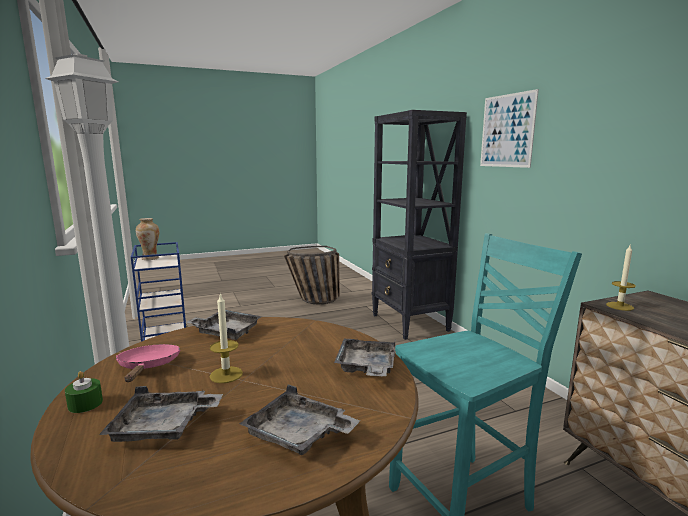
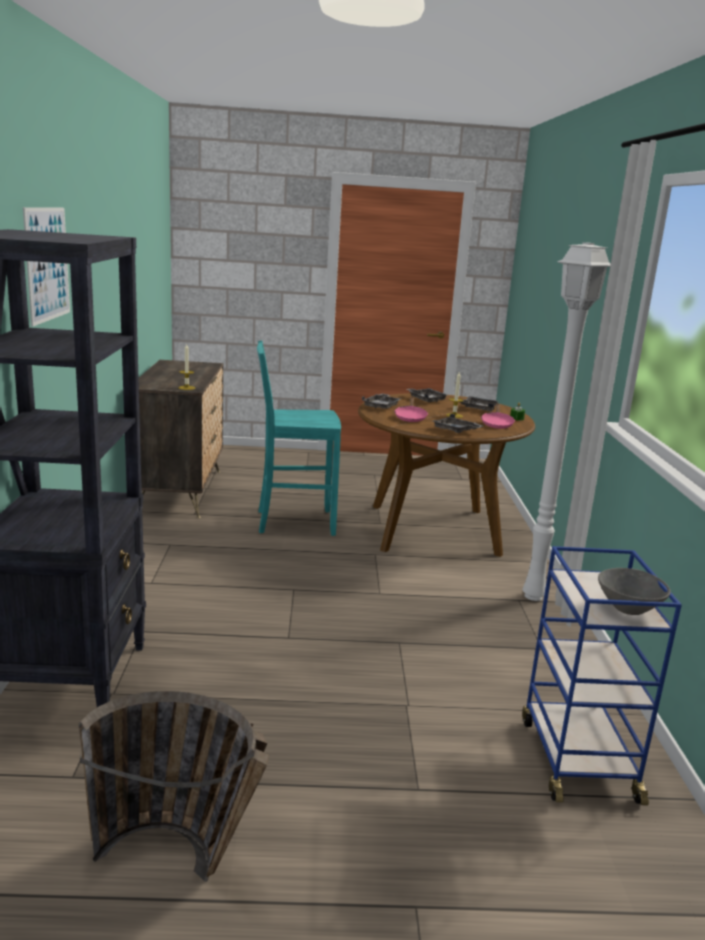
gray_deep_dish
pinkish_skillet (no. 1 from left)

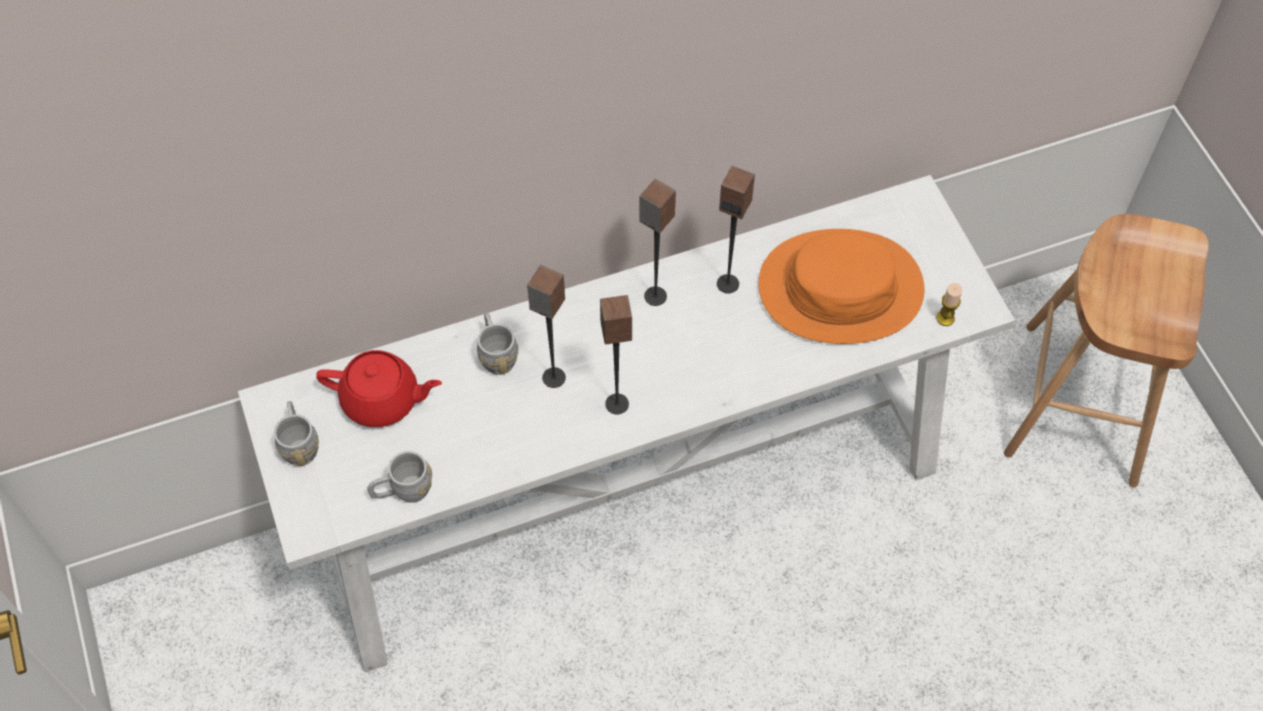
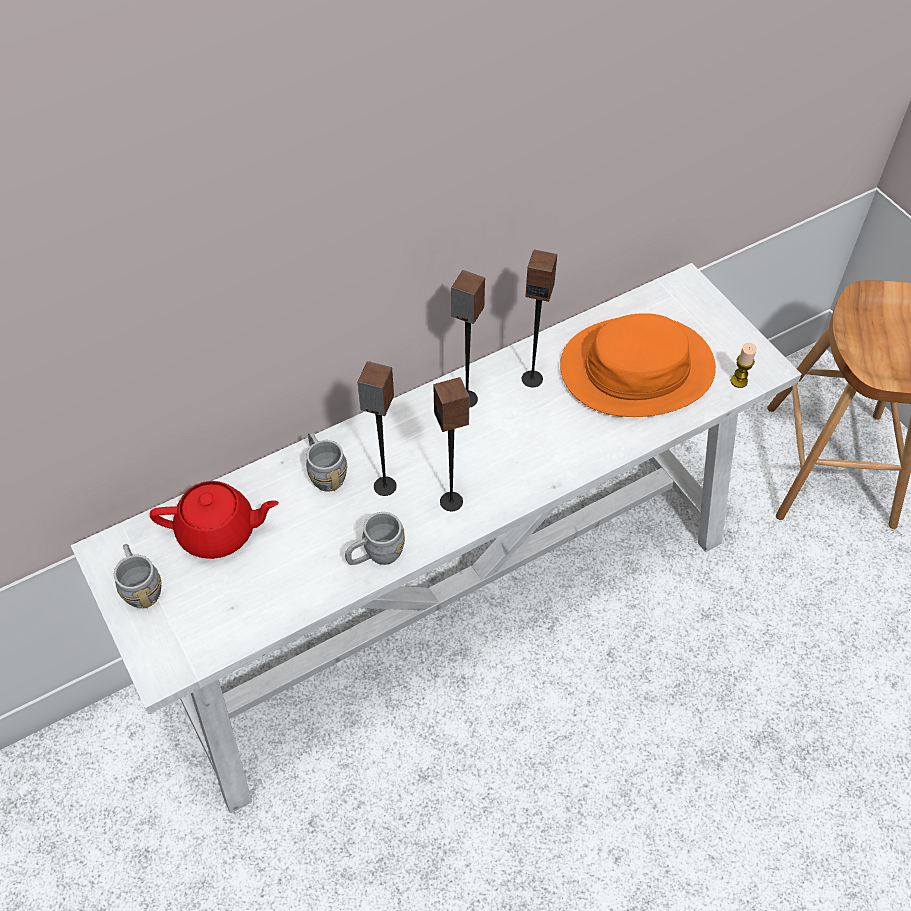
gray_tea_mug (no. 3 from left)

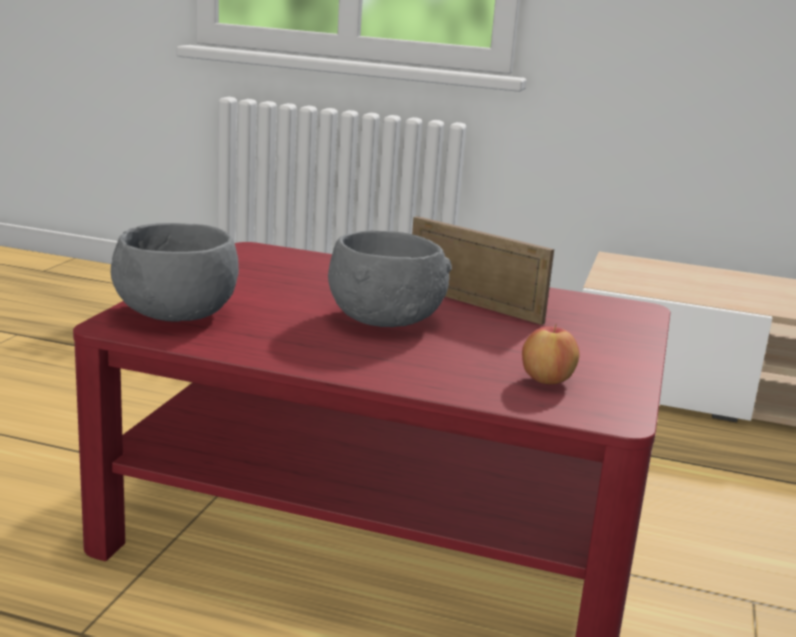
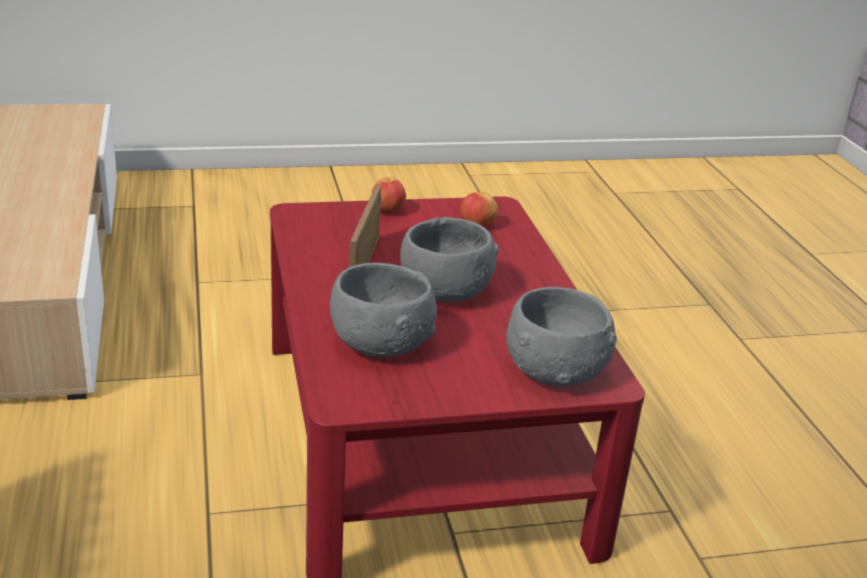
gray_deep_dish (no. 1 from left)
apple_fruit (no. 1 from left)

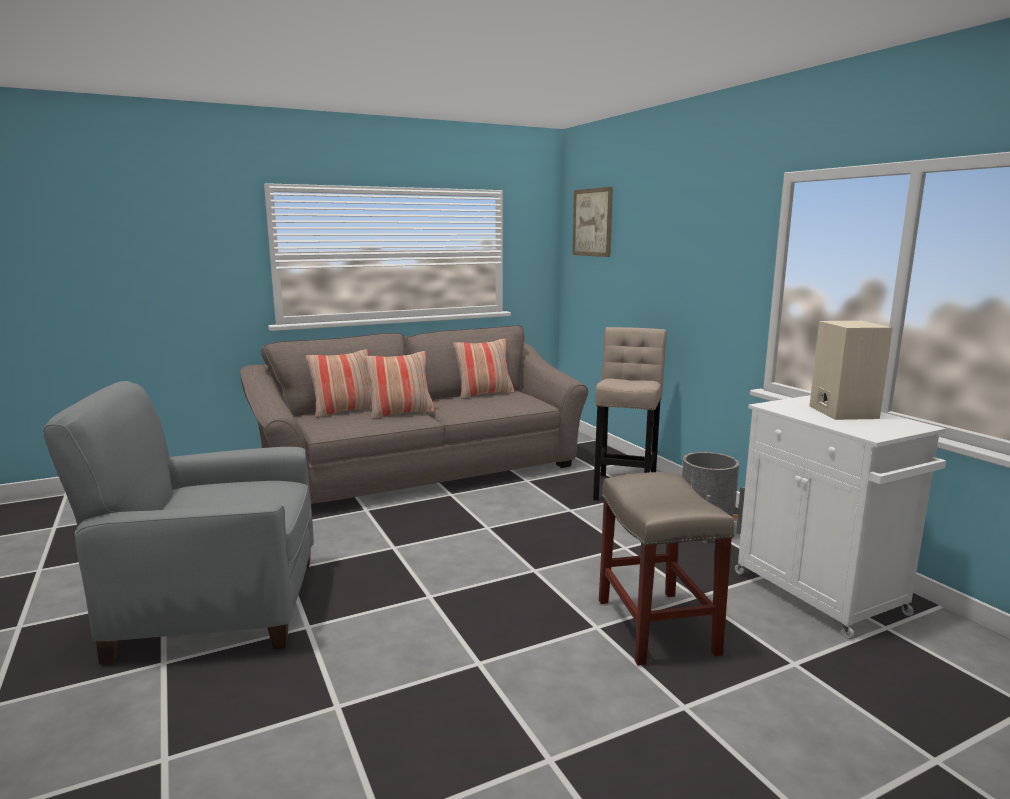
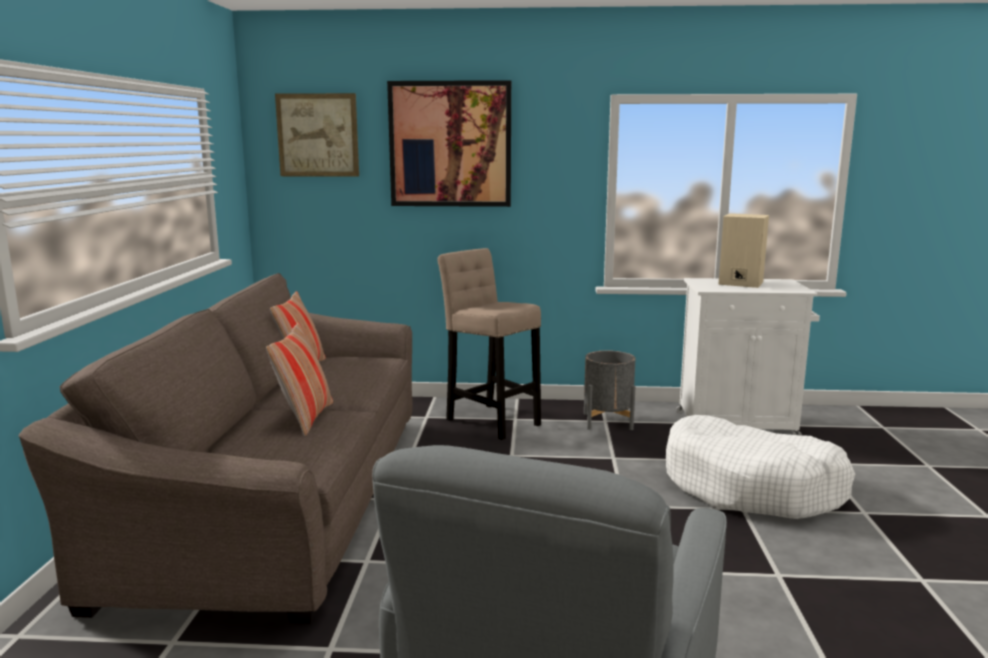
pillow (no. 1 from left in the first image)
white-coloured_pet_bed
wall_art (no. 2 from left)

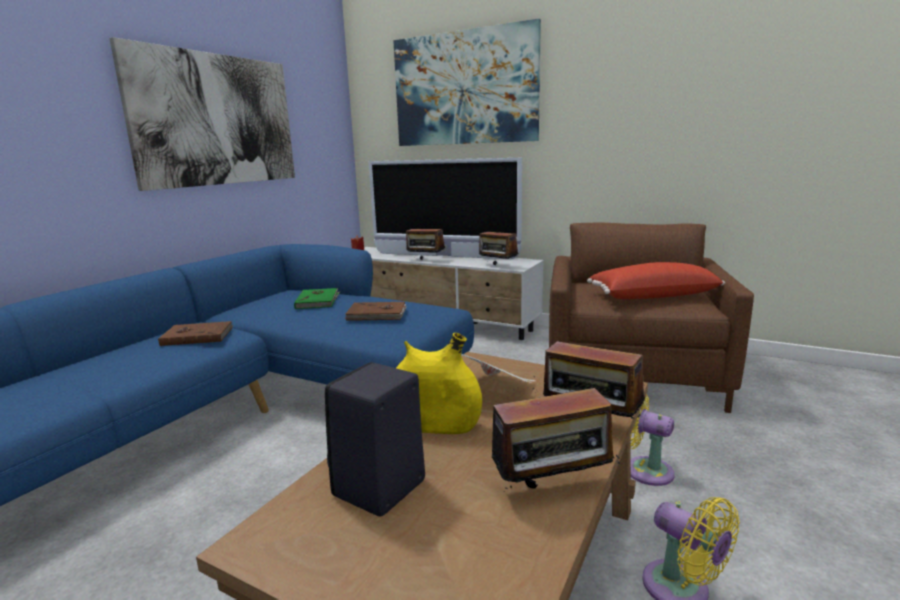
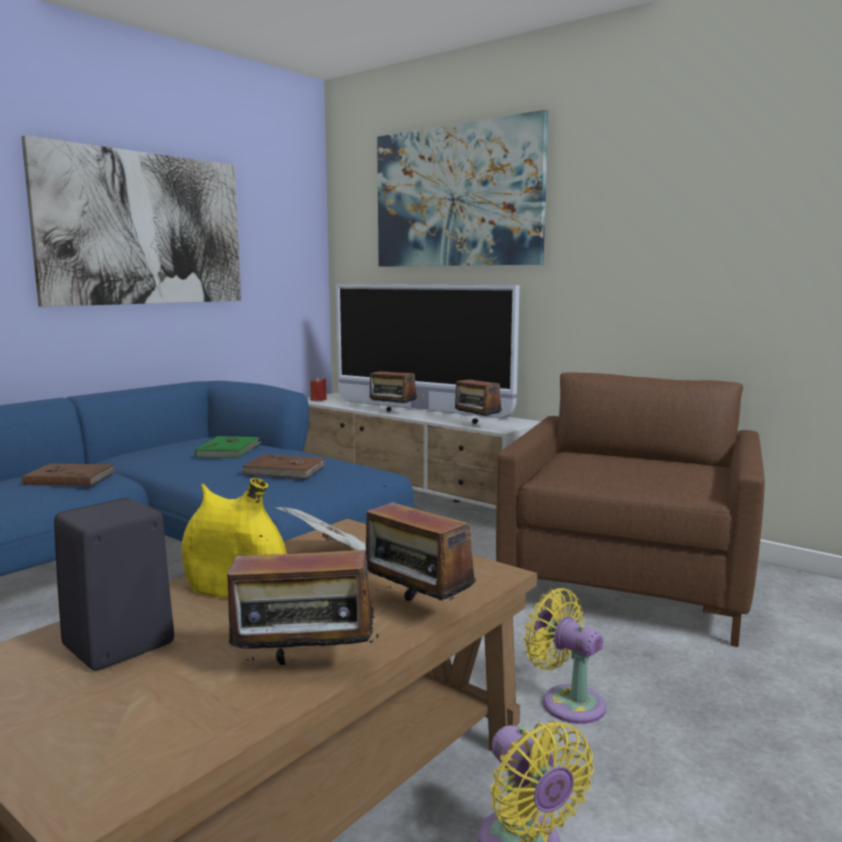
reddish_pillow

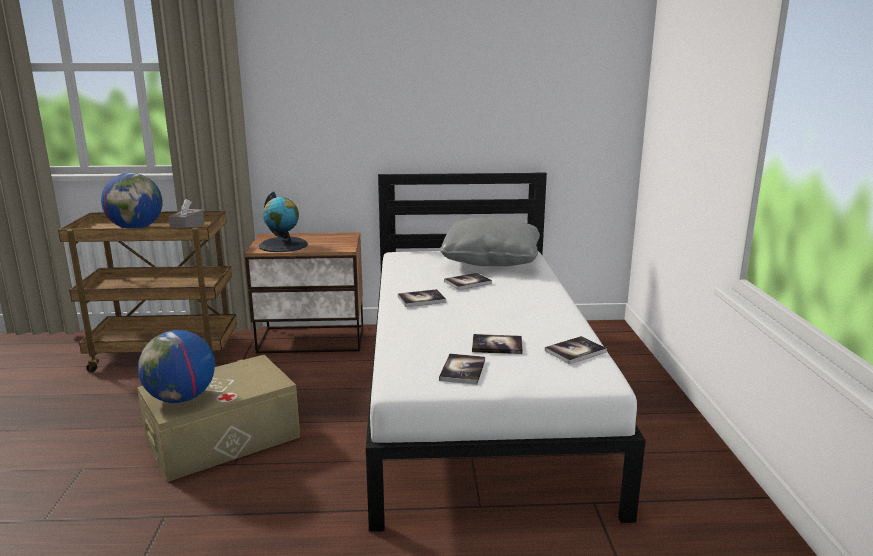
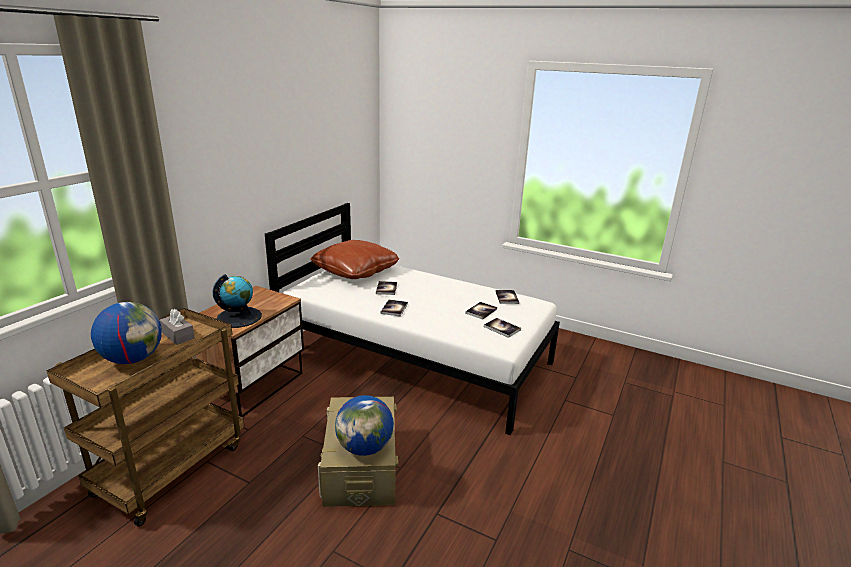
brown_pillow

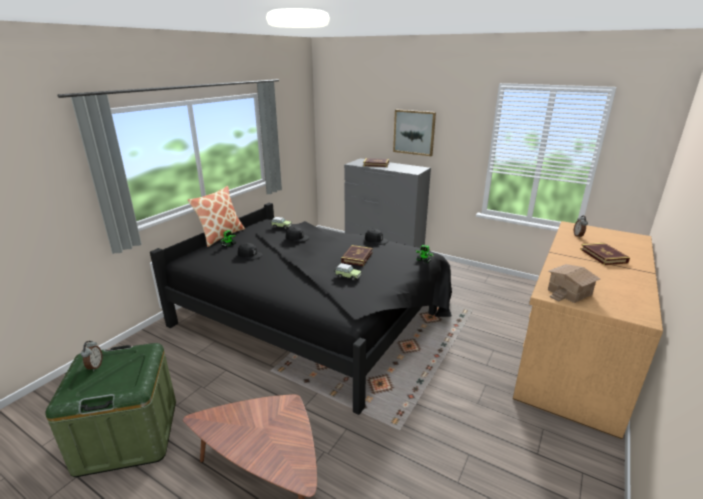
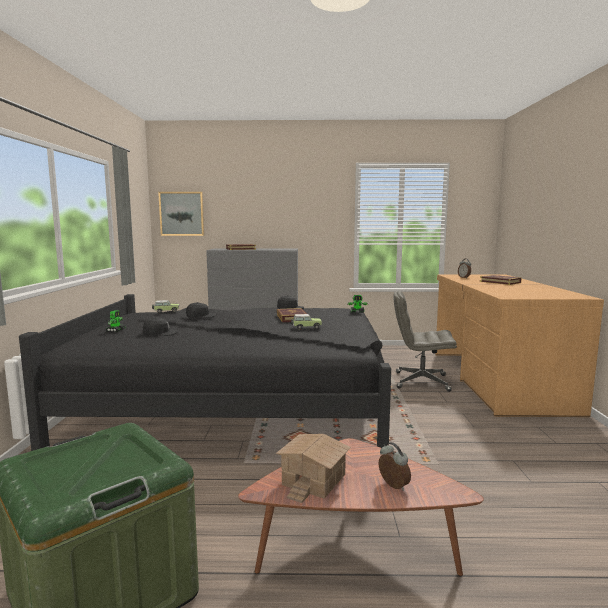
bedside_clock (no. 1 from left)
pillow
wall_art
toy_house
gray_desk_chair

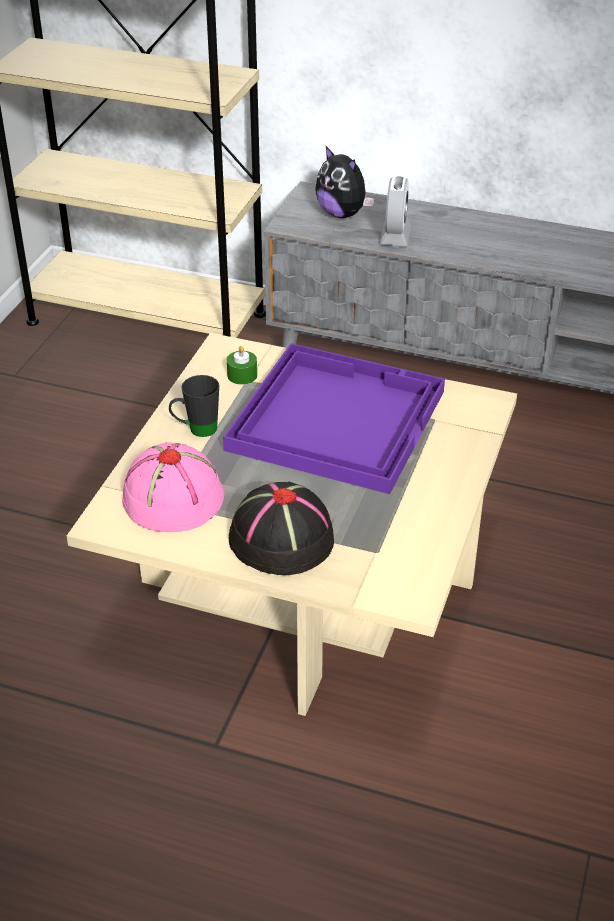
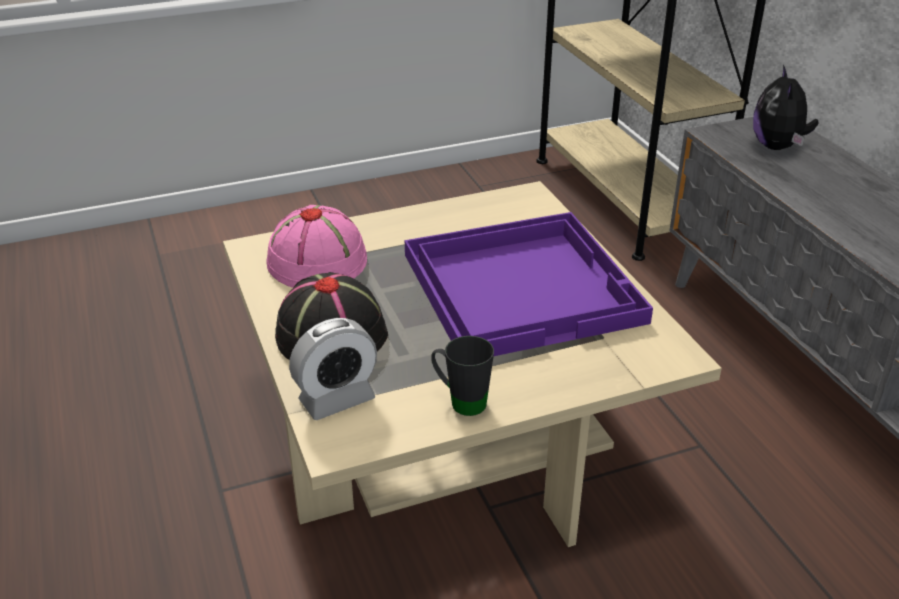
blackish_tea_mug
green-coloured_wax_light
bedside_clock

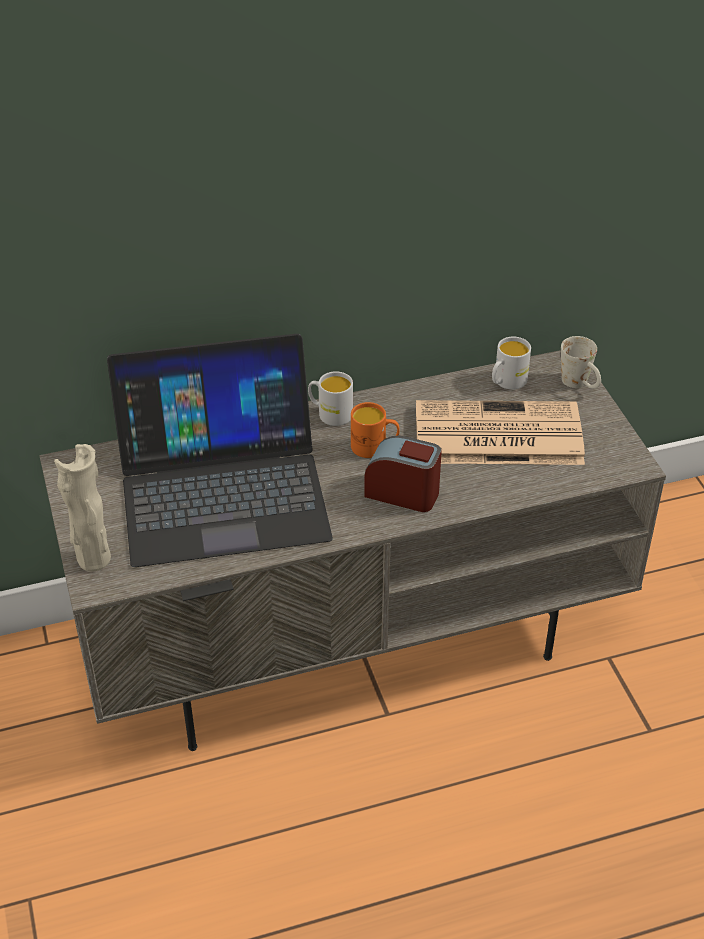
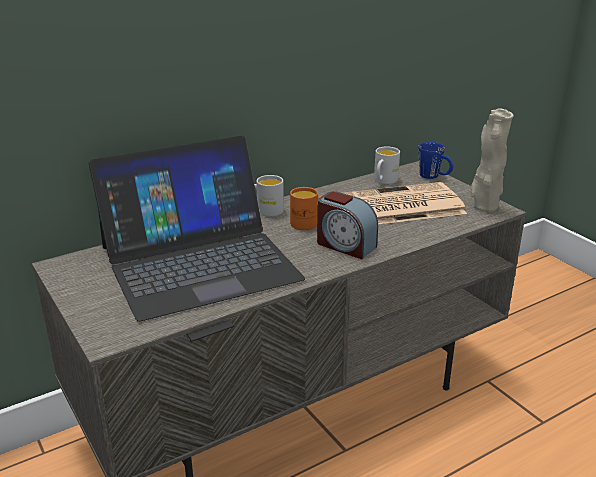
beige_vase
bedside_clock
blue_tea_mug

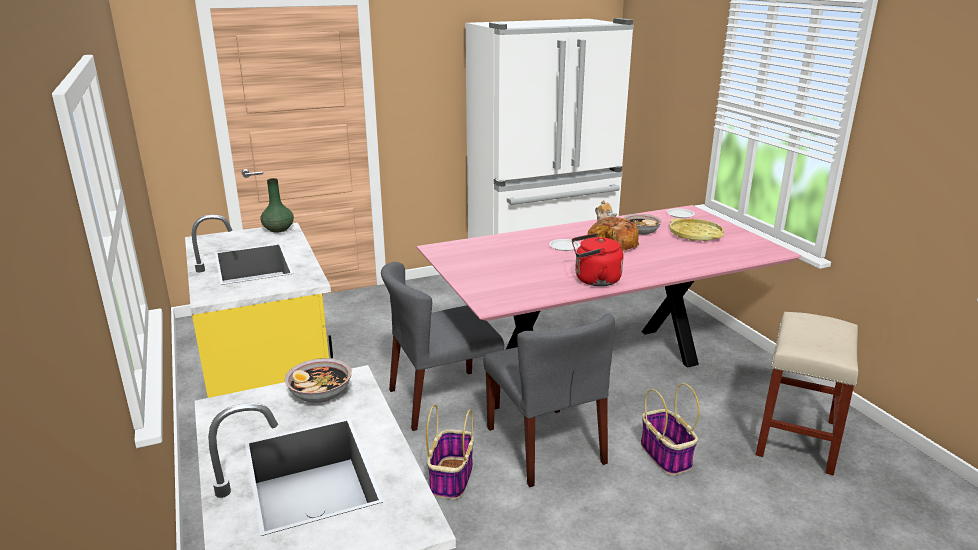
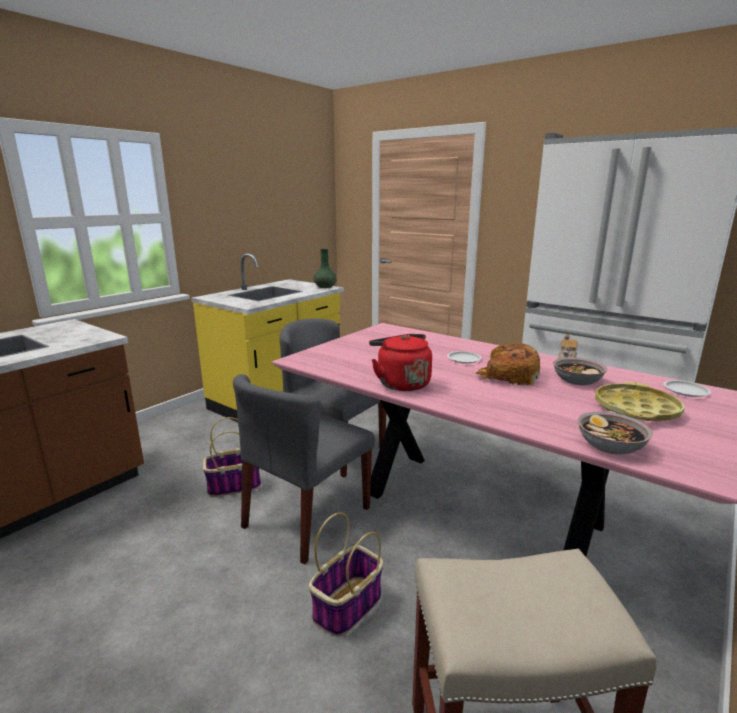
deep_dish (no. 2 from left)

